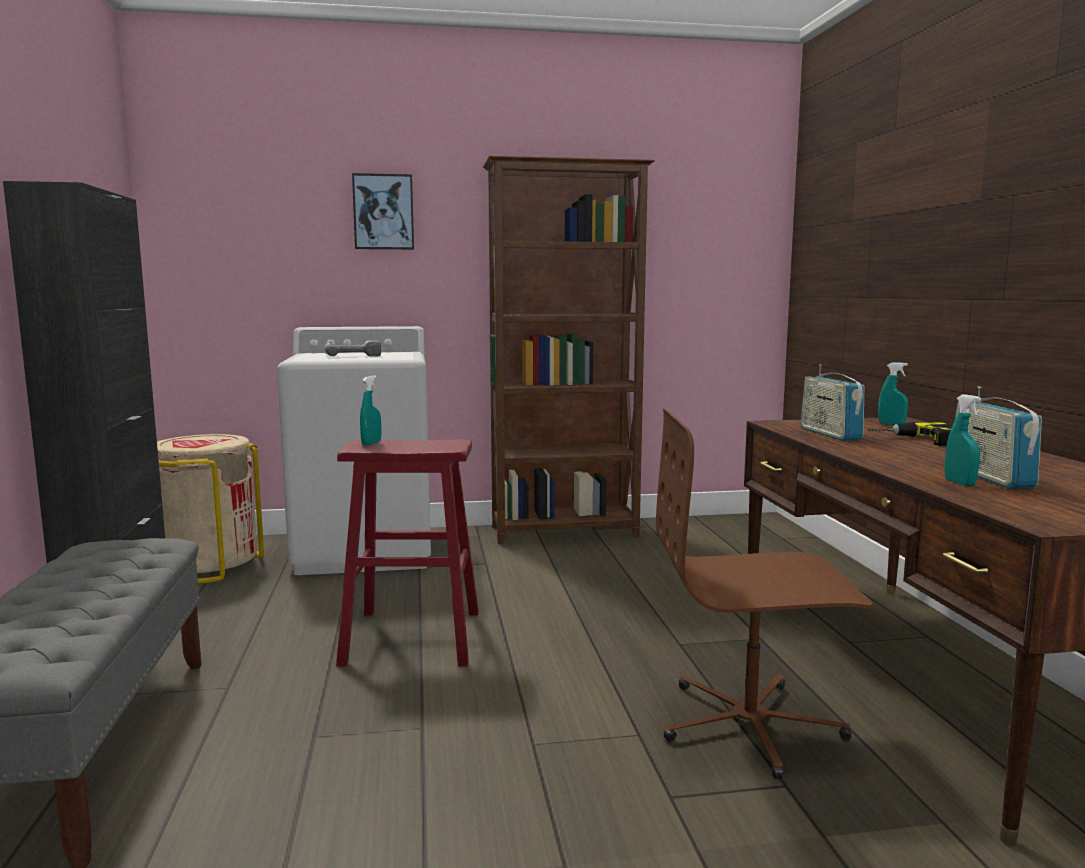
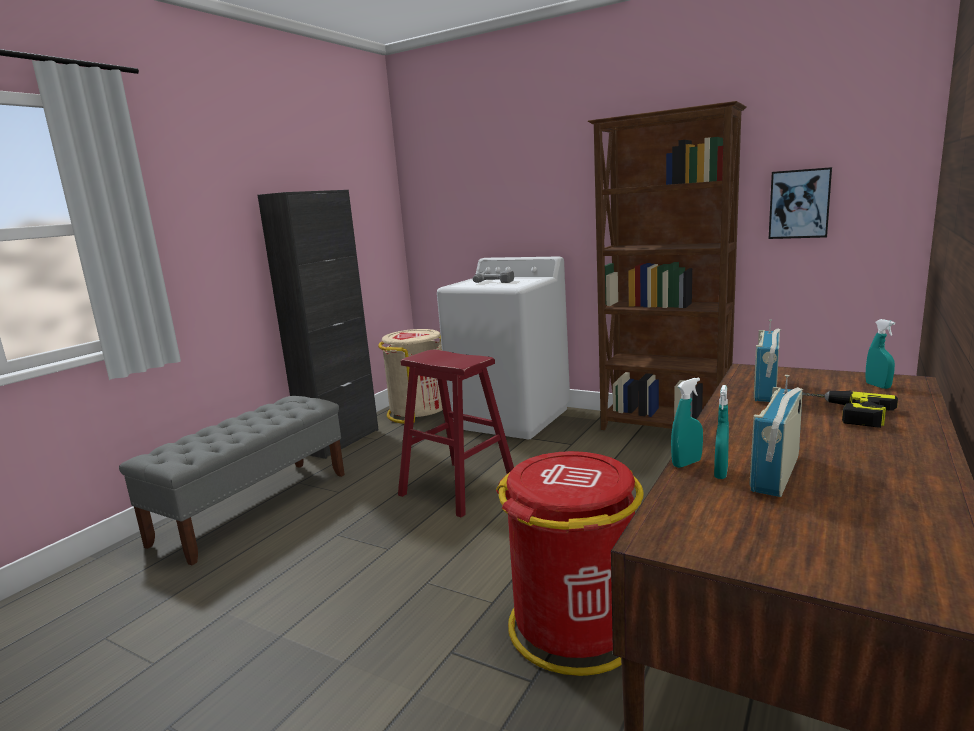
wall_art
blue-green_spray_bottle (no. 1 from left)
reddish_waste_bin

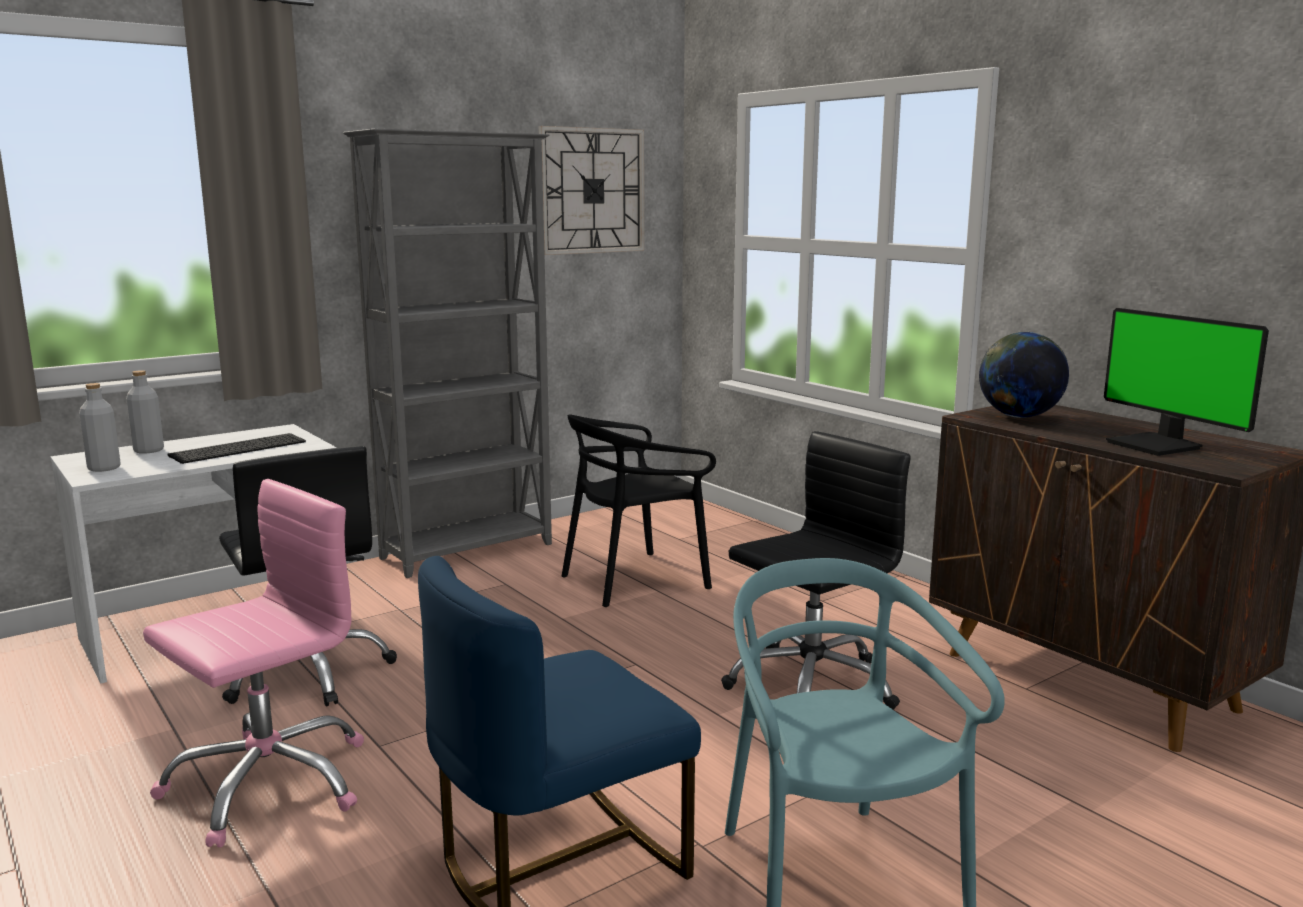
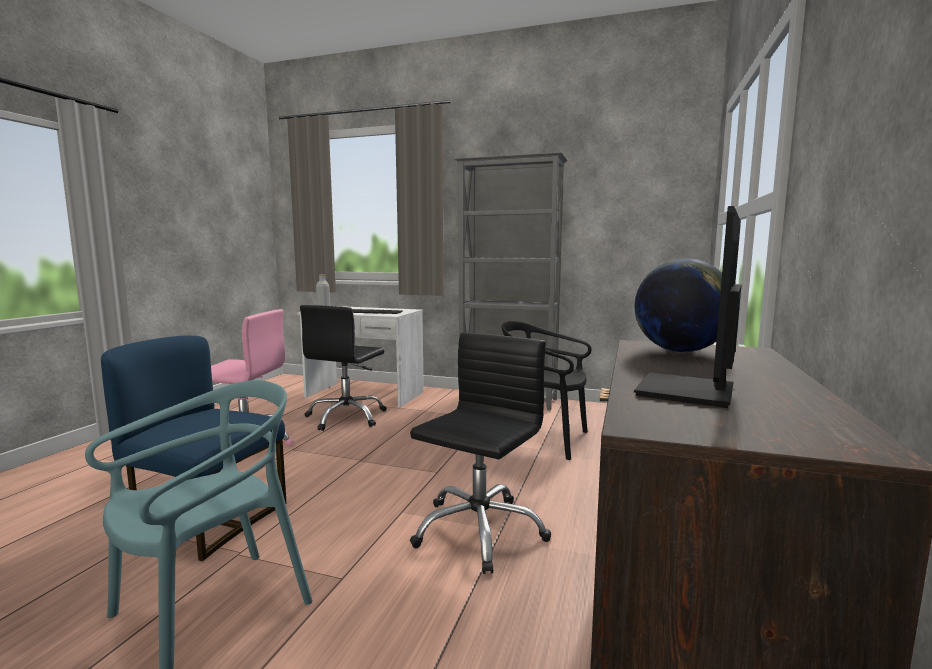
gray_beverage_bottle (no. 2 from left in the first image)
wall_clock
blackish_desk_chair (no. 2 from left)

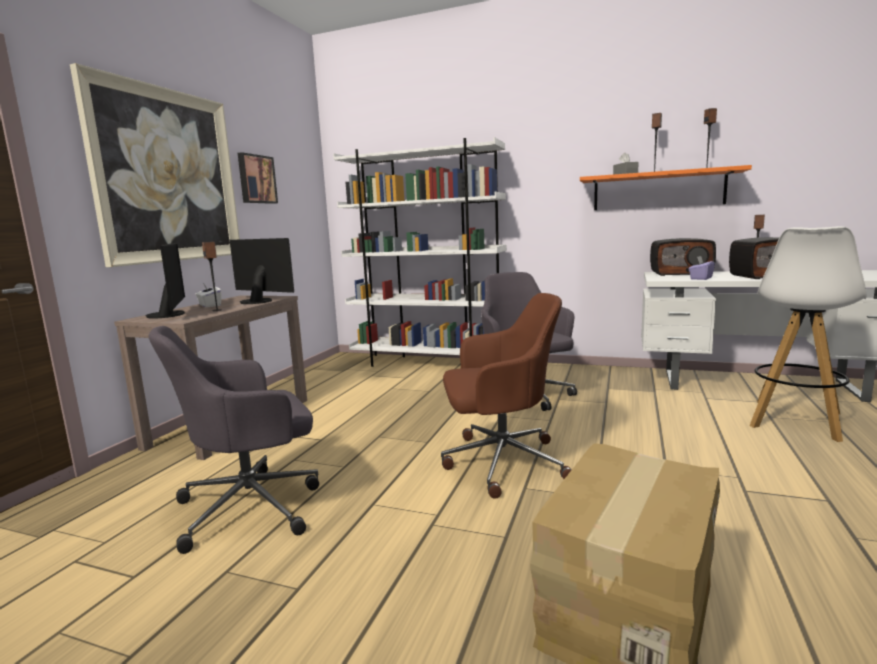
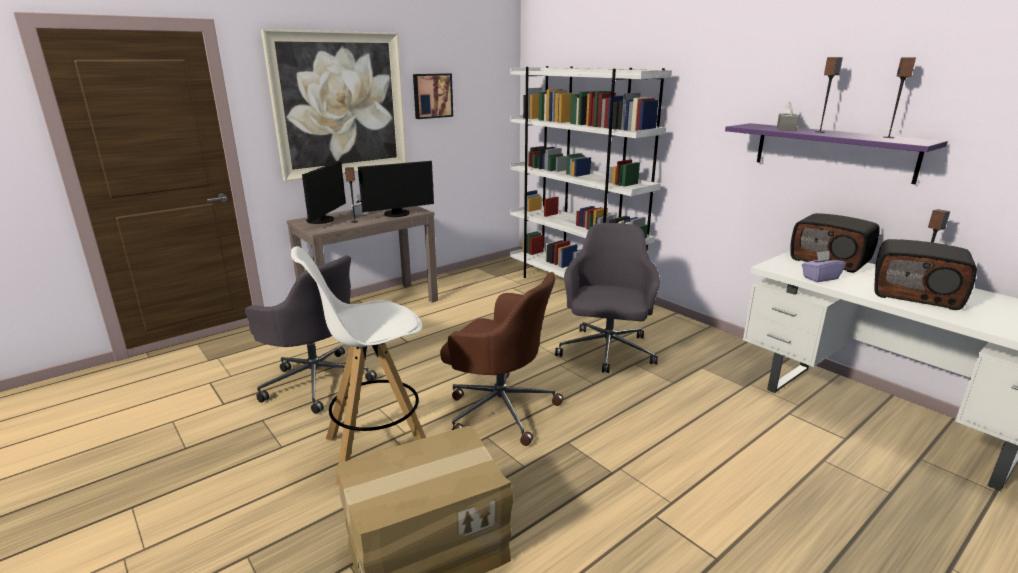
gray_desk_chair (no. 1 from left)
computer_screen (no. 2 from left)
purplish_shelf
white-coloured_stool_seat

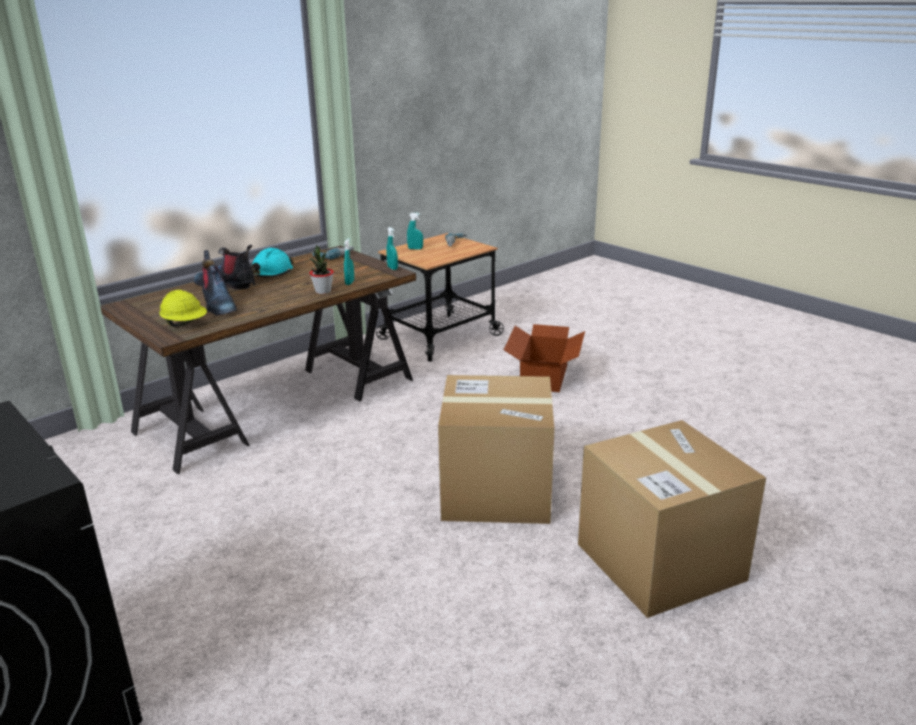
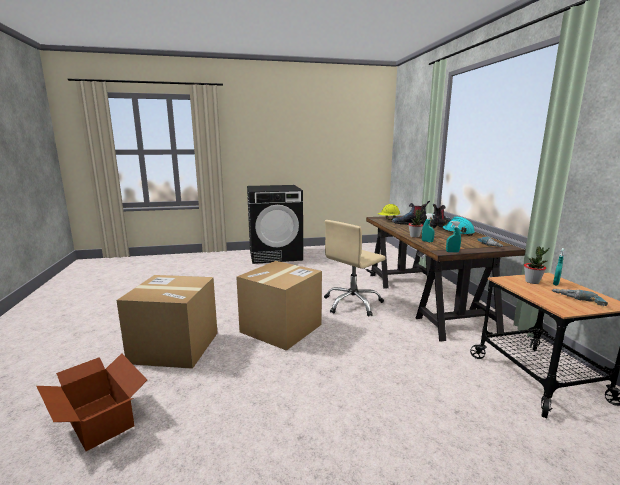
carton (no. 1 from left)
beige_desk_chair
potted_plant (no. 2 from left)

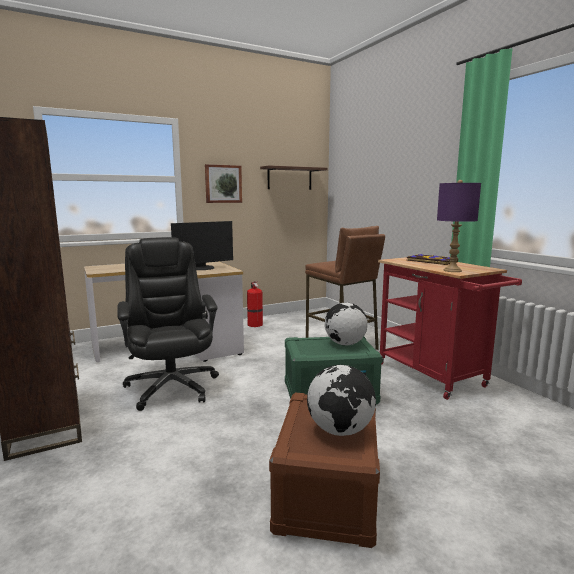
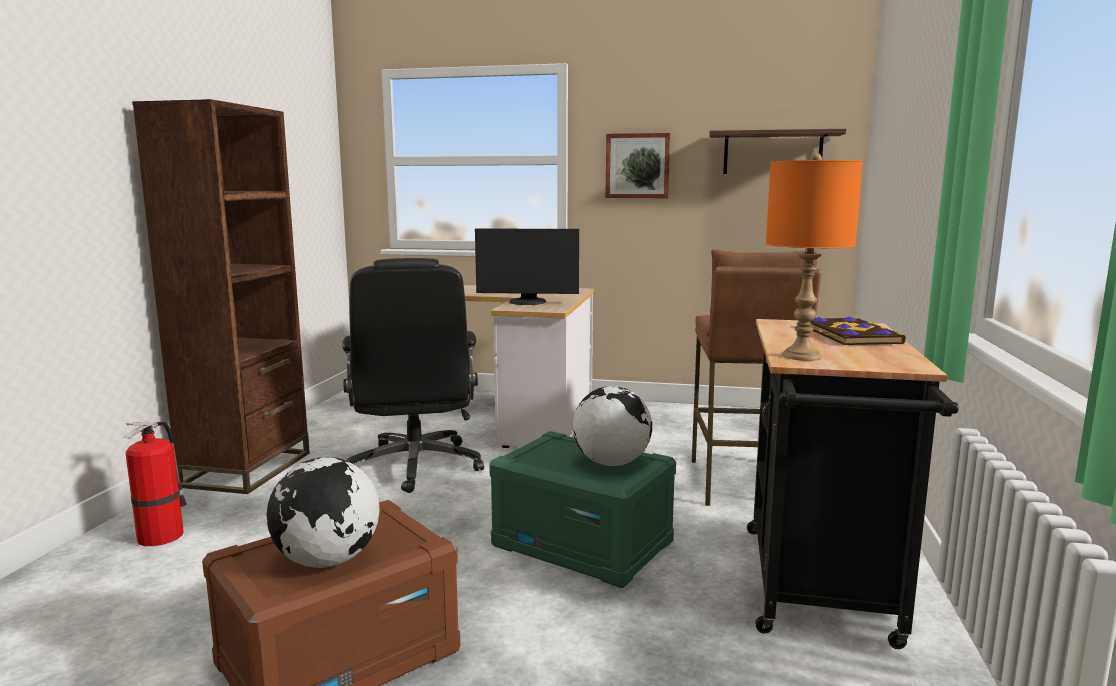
blackish_desk_chair
fire-fighting_cylinder
blackish_trolley
orange-coloured_tabletop_lamp

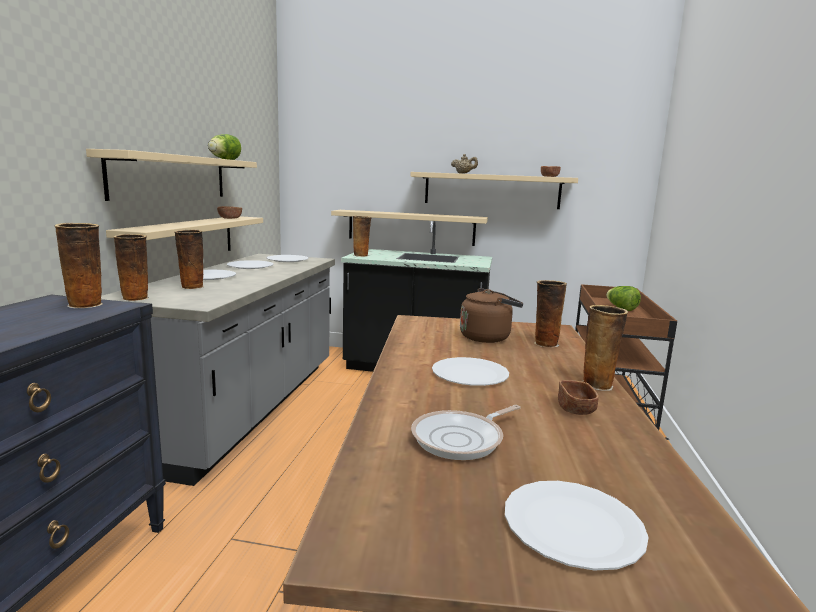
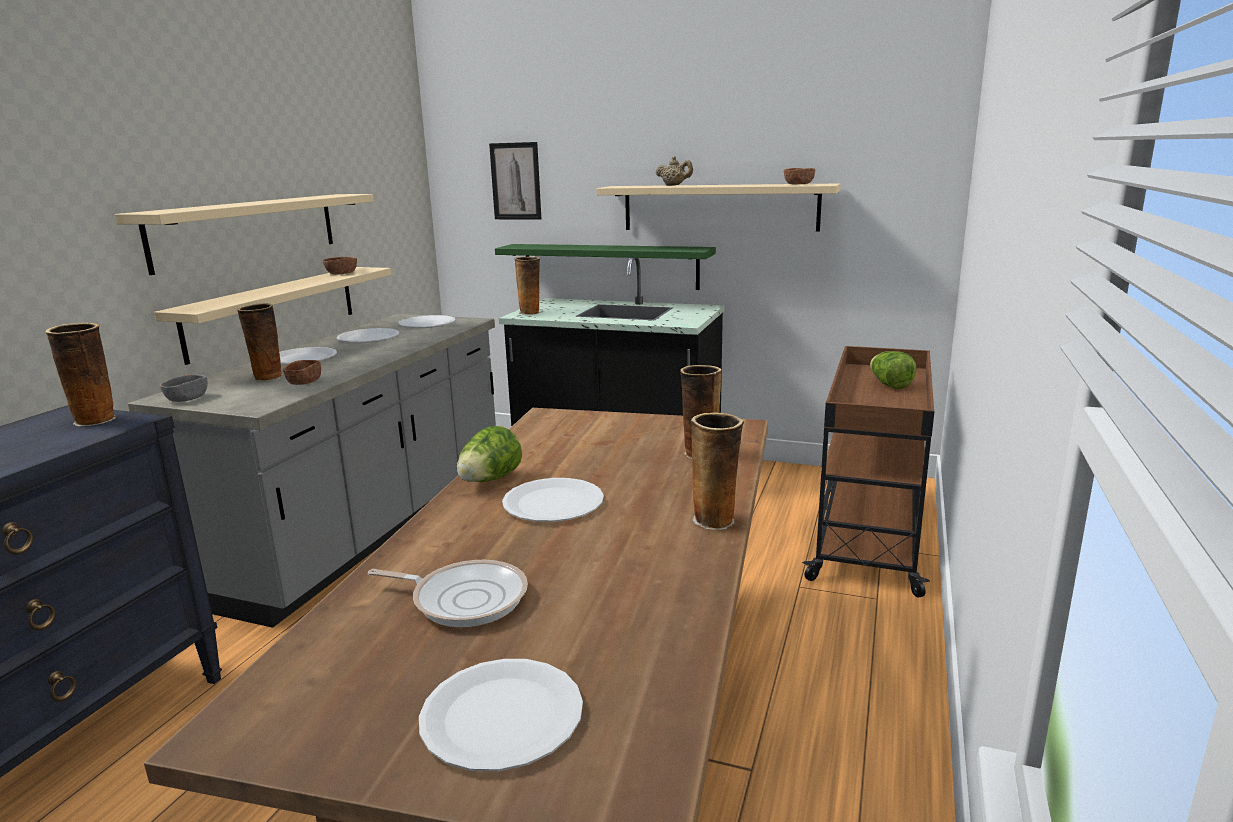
gray_deep_dish
lettuce_head (no. 1 from left)
green-coloured_shelf
skillet
brown_water_kettle
brown_deep_dish (no. 1 from left)
wall_art

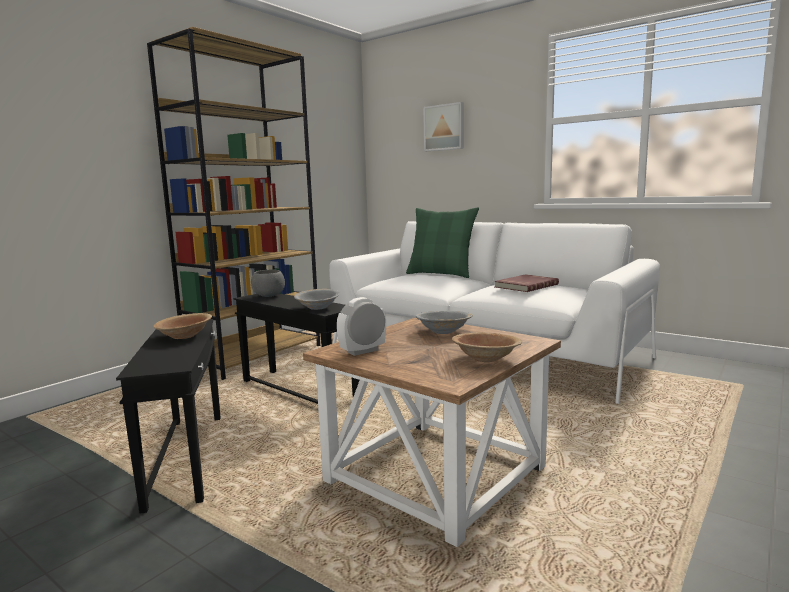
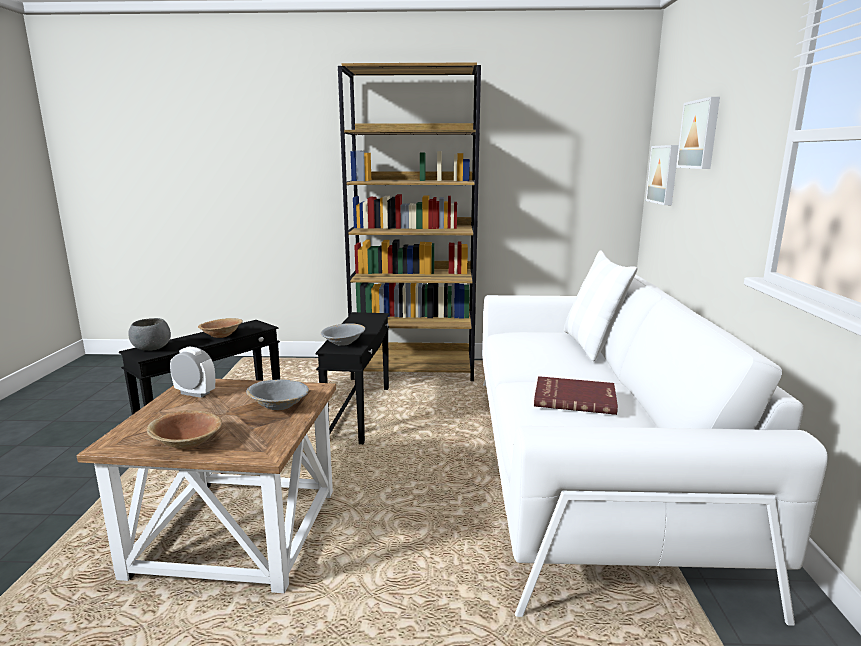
gray_deep_dish (no. 1 from left)
white-coloured_pillow
wall_art (no. 1 from left)

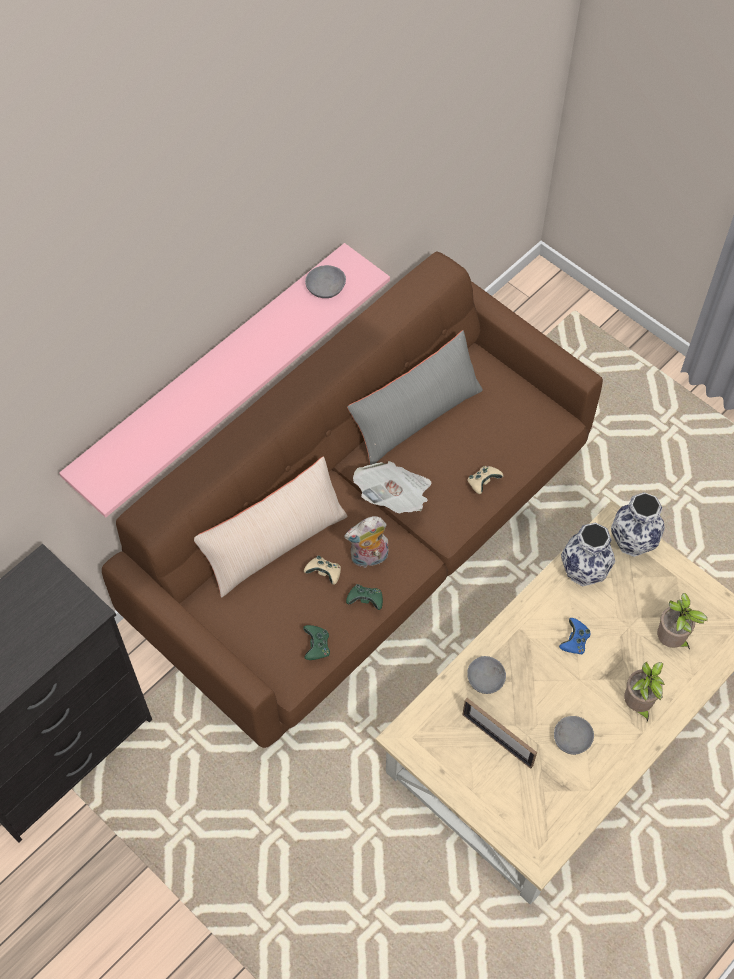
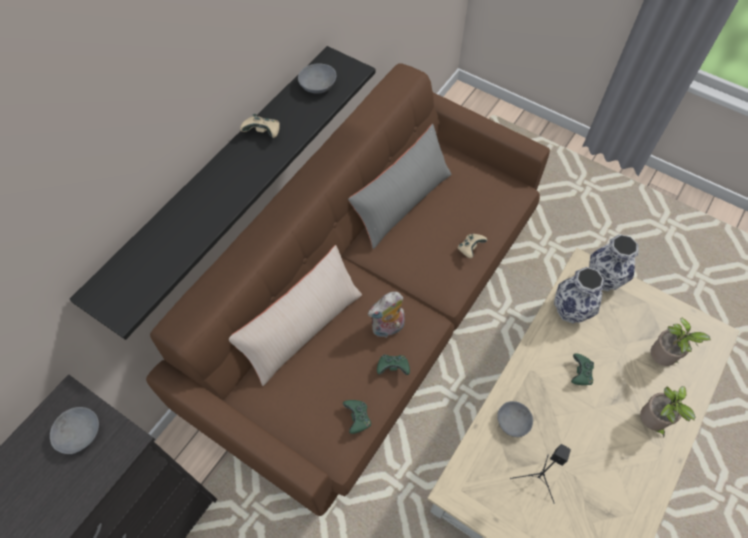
blackish_shelf
beige_joypad (no. 1 from left)
daily_paper
blackish_loudspeaker
gray_deep_dish (no. 1 from left)
green-coloured_joypad (no. 3 from left)

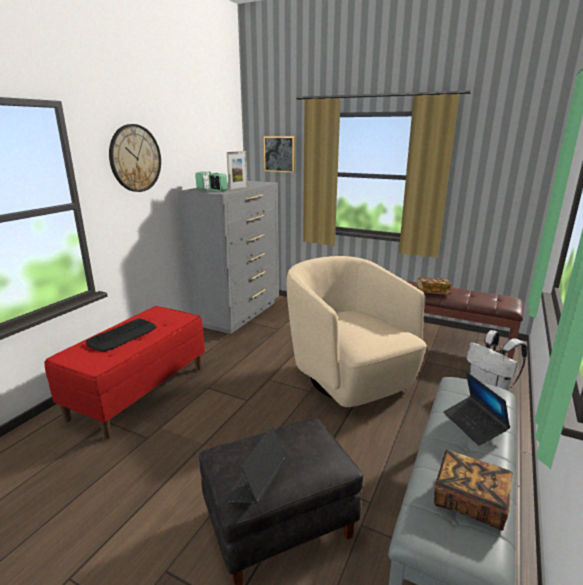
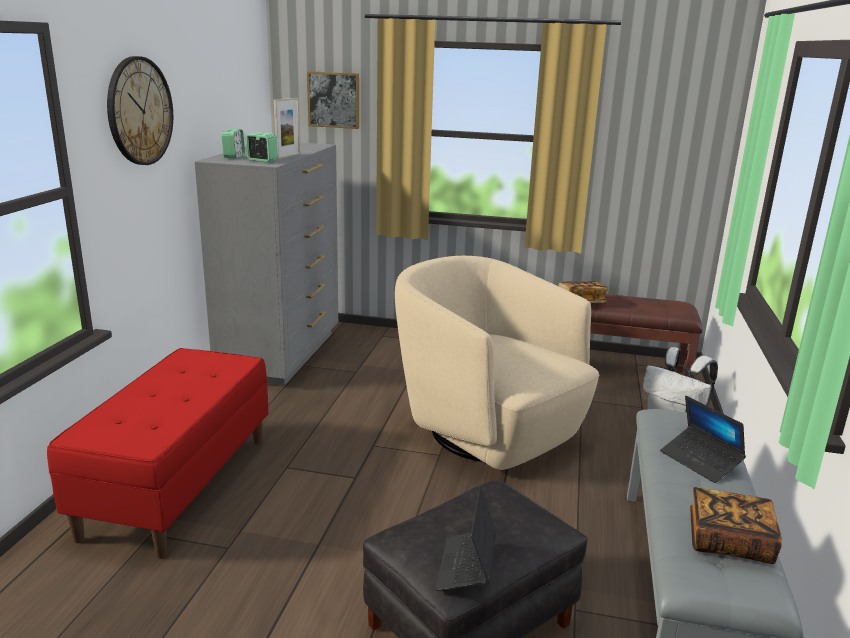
computer_keyboard

